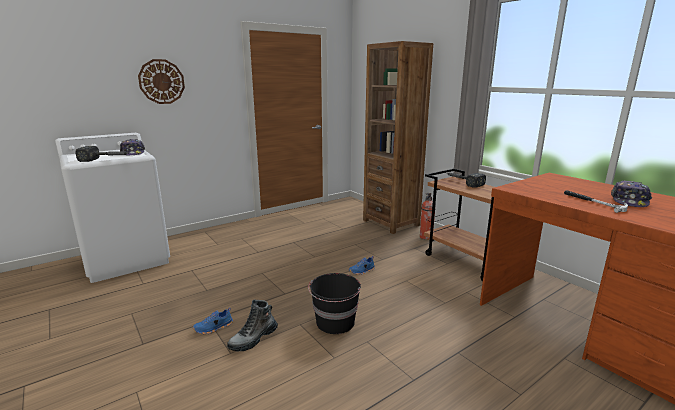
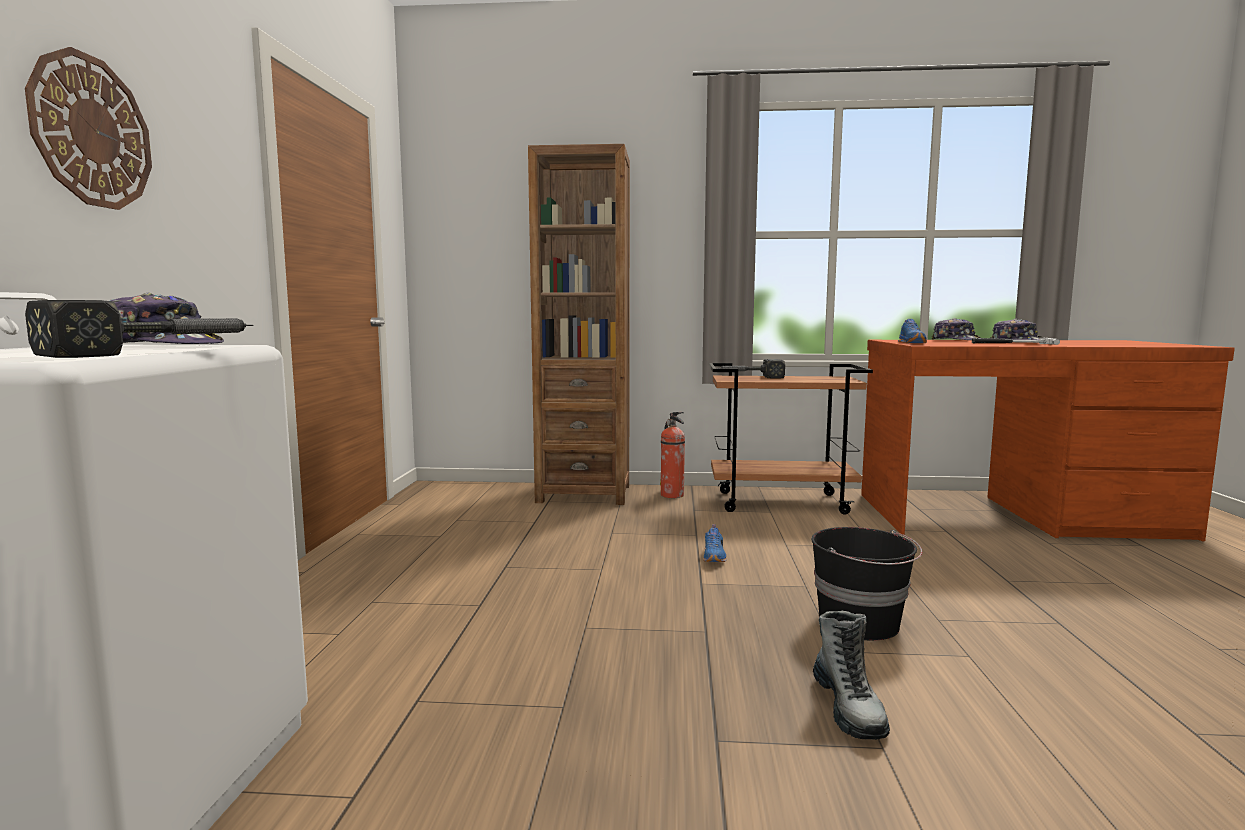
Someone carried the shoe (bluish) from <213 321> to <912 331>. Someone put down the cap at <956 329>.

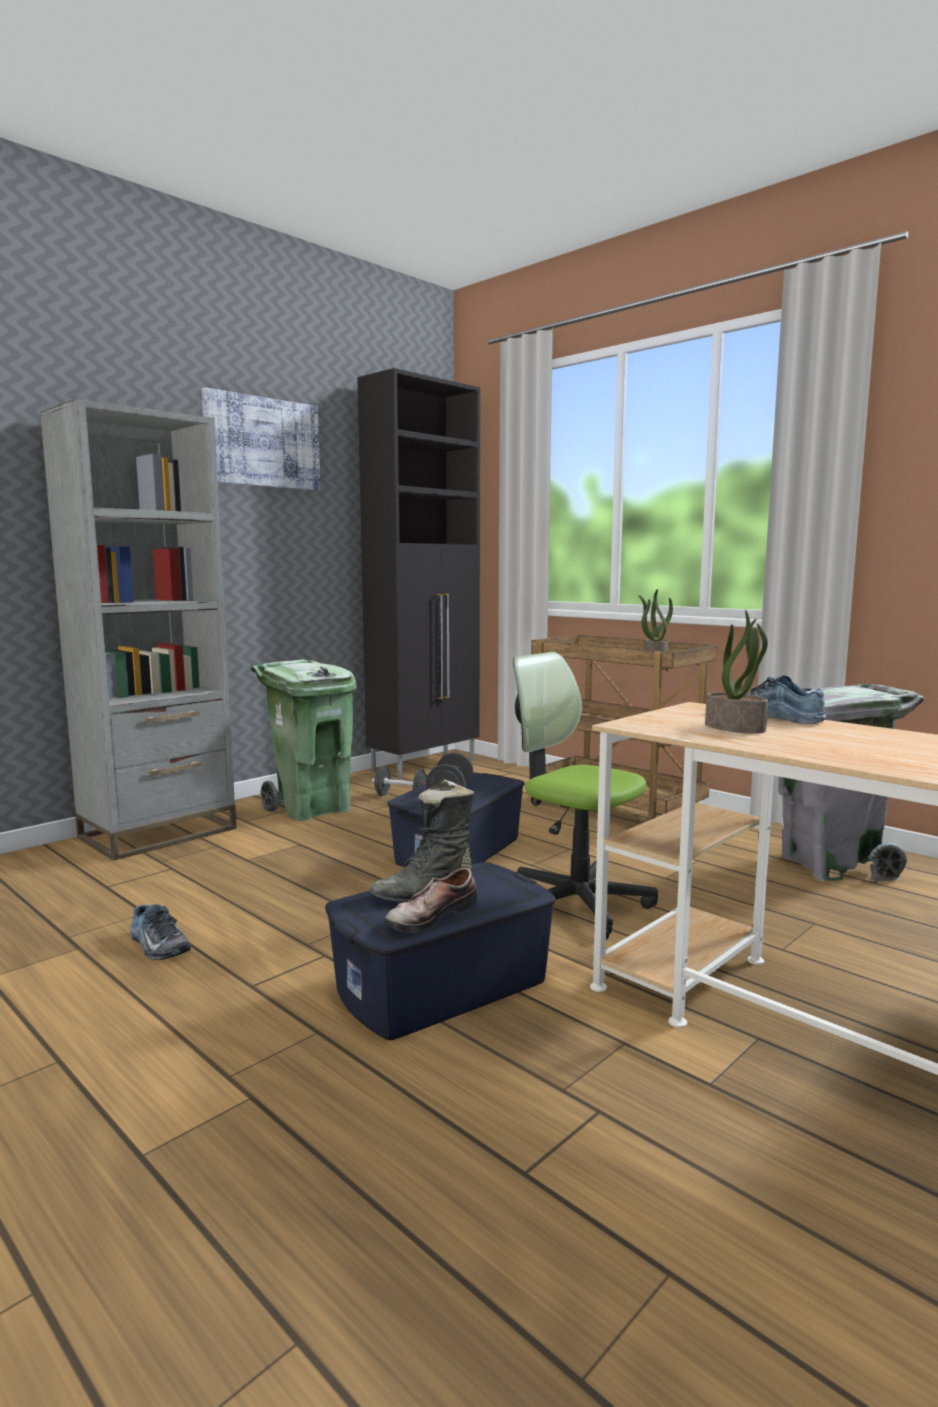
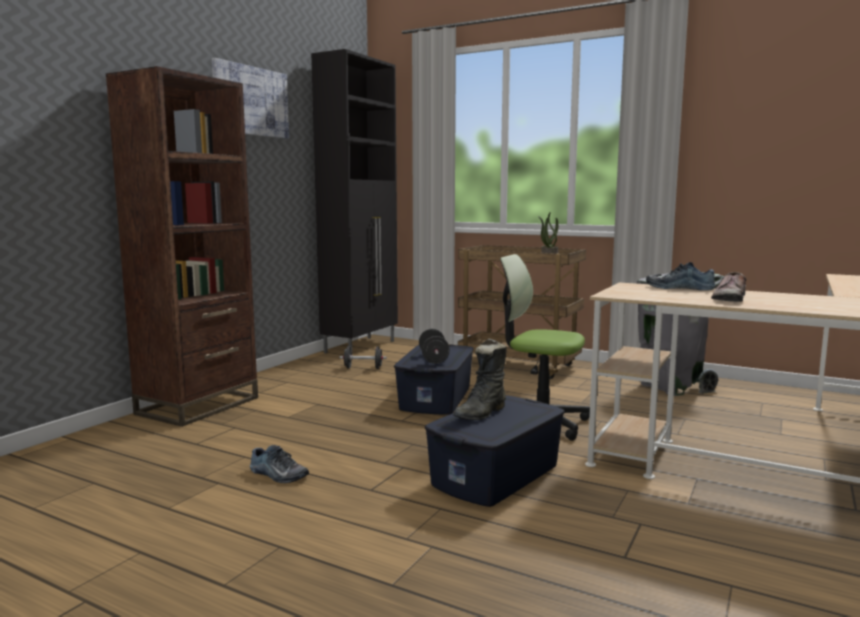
Someone repainted the shelving unit (greyish) at <138 630>, which became the shelving unit (brown-coloured) at <182 246>. Someone carried the shoe from <431 900> to <728 287>. Someone took away the rubbish bin (green-coloured) at <304 740>. Someone took away the houseplant at <736 672>.

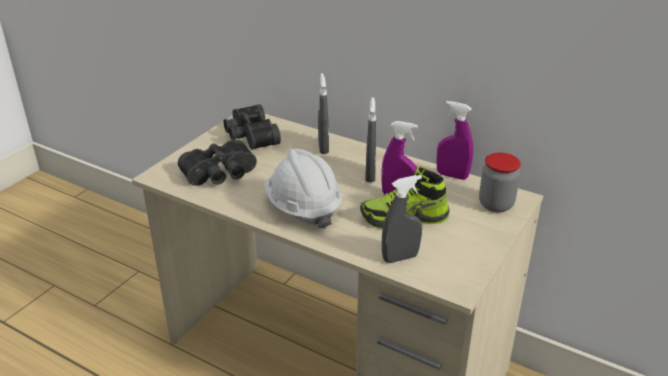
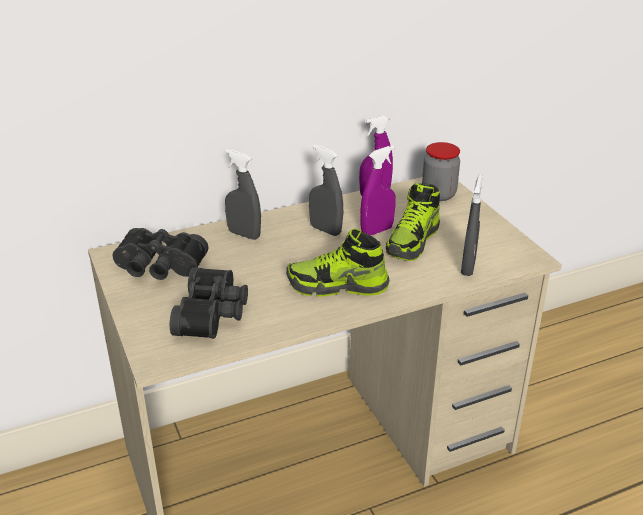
Someone swapped the hard hat (white-coloured) at <303 189> for the shoe at <337 263>.

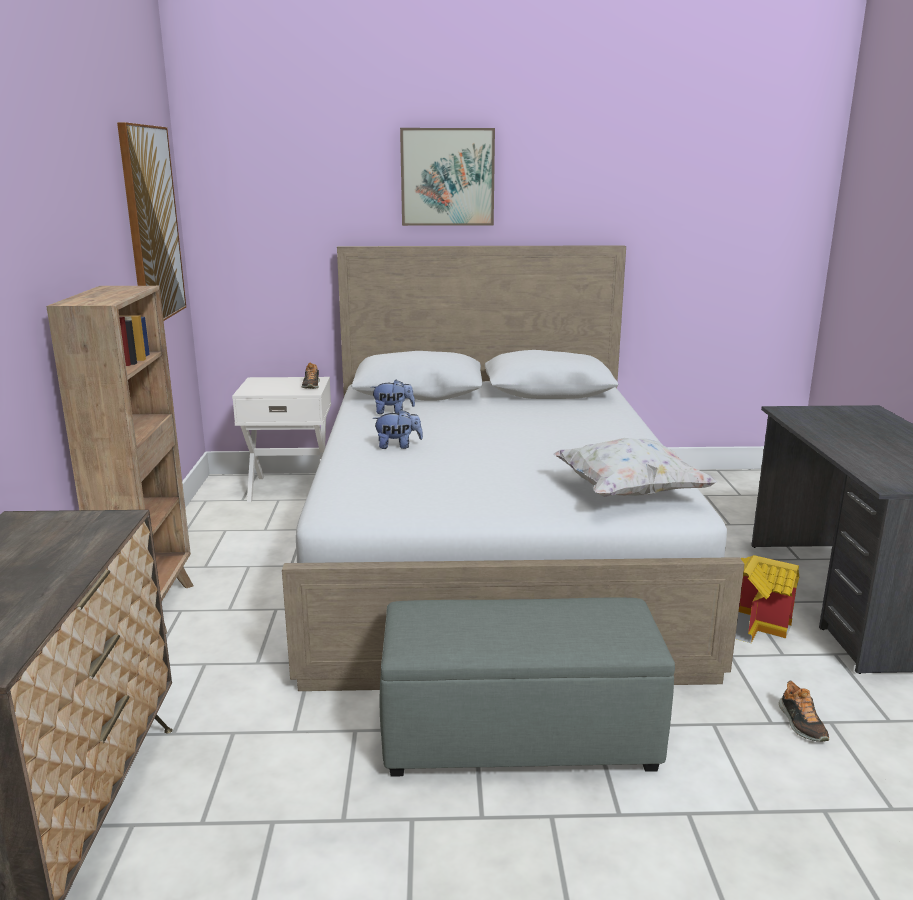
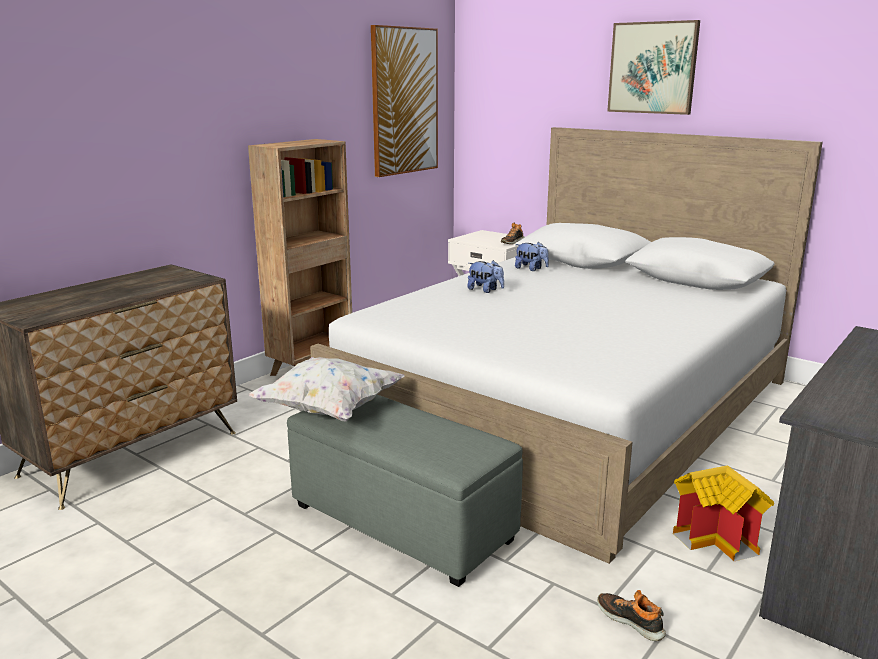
Someone carried the throw pillow (white-coloured) from <635 467> to <326 389>. Someone rotated the shoe at <804 711> by 105 degrees clockwise.

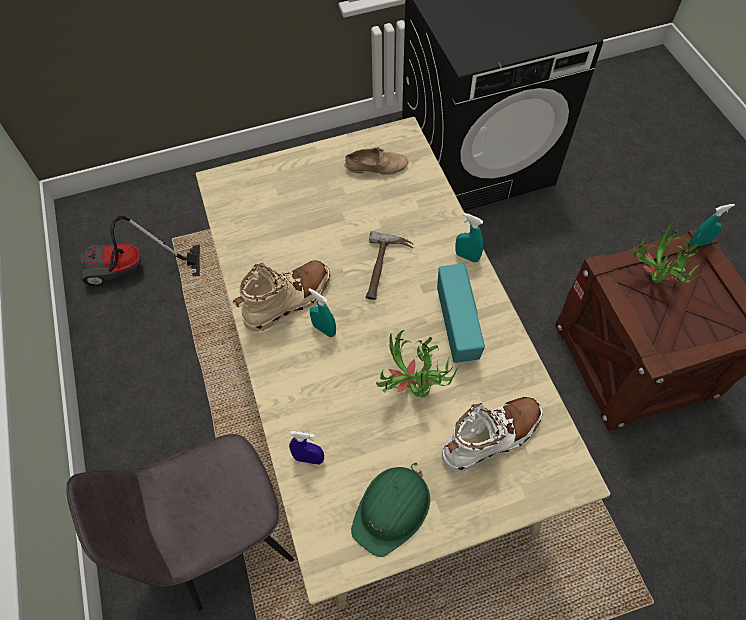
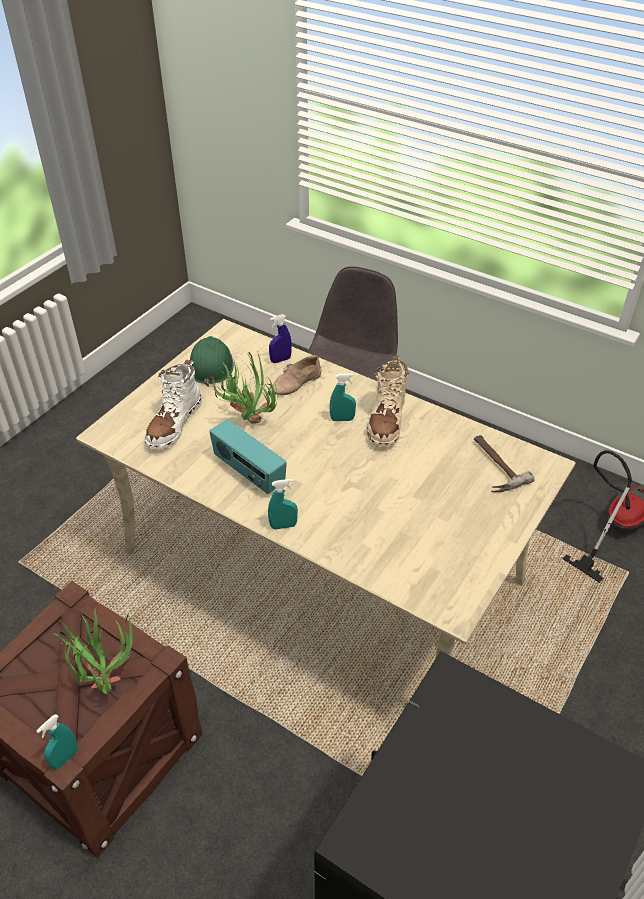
Someone carried the shoe (beige-coloured) from <376 161> to <297 375>. Someone carried the tool hammer from <389 265> to <504 463>.

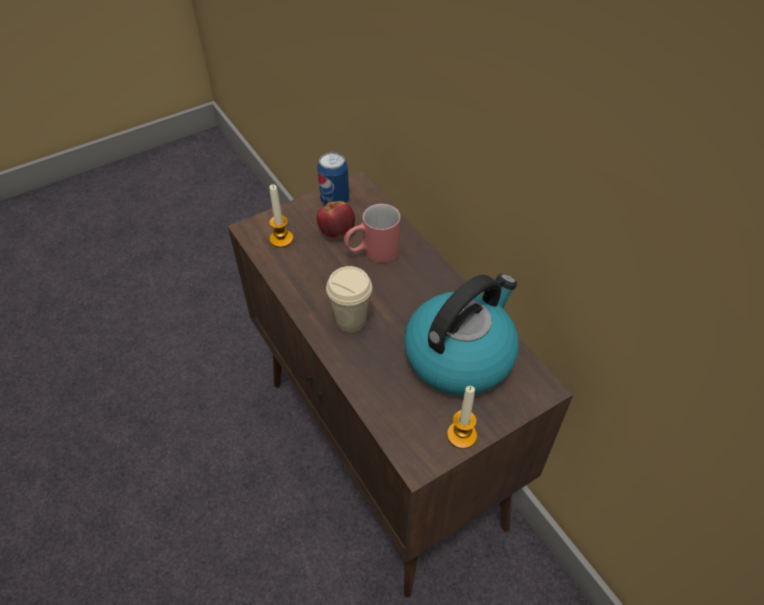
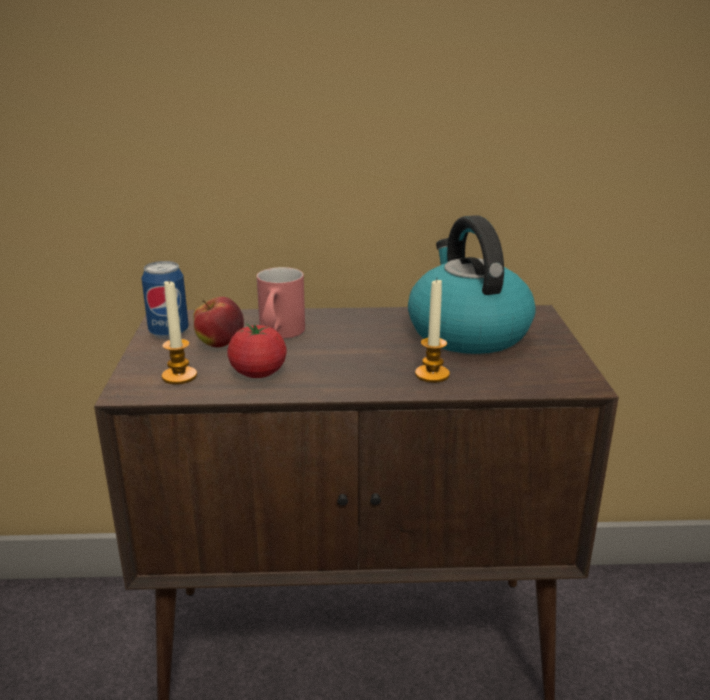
Someone put down the whole tomato at <257 351>. Someone carried the candle from <462 417> to <432 331>. Someone took away the cup (beige-coloured) at <349 299>.

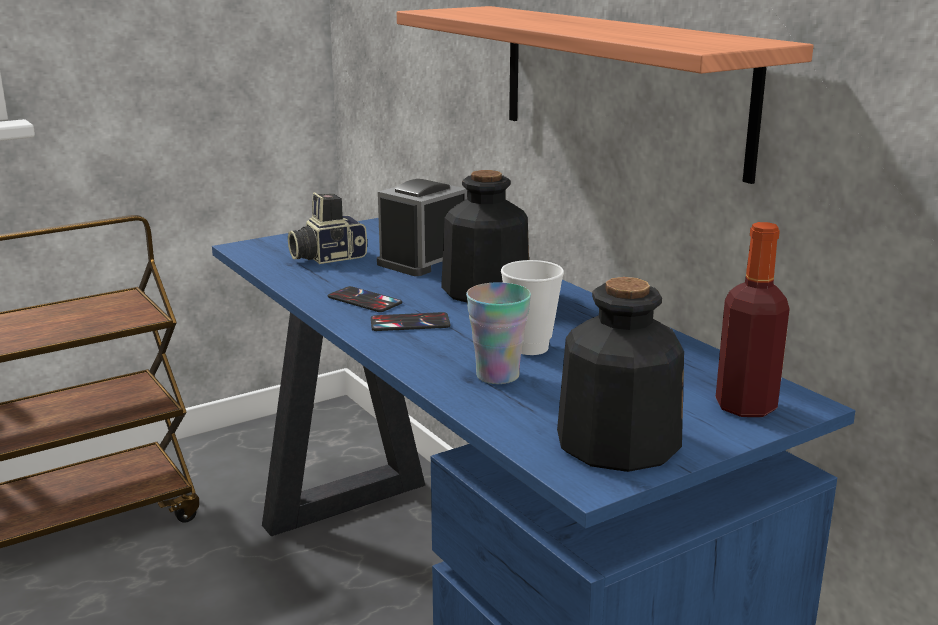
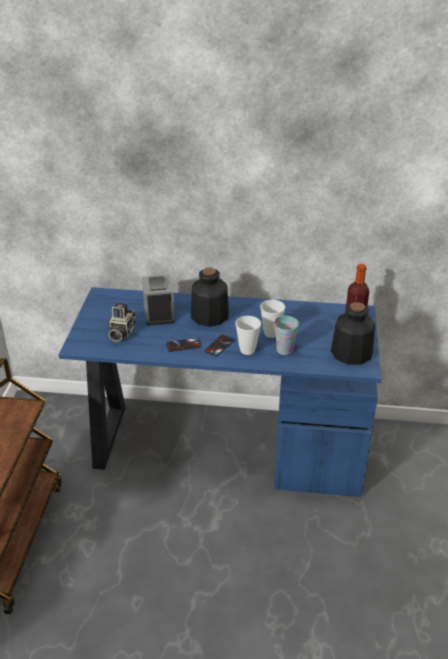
Someone put down the cup at <248 335>. Someone took away the wall shelf at <605 95>.

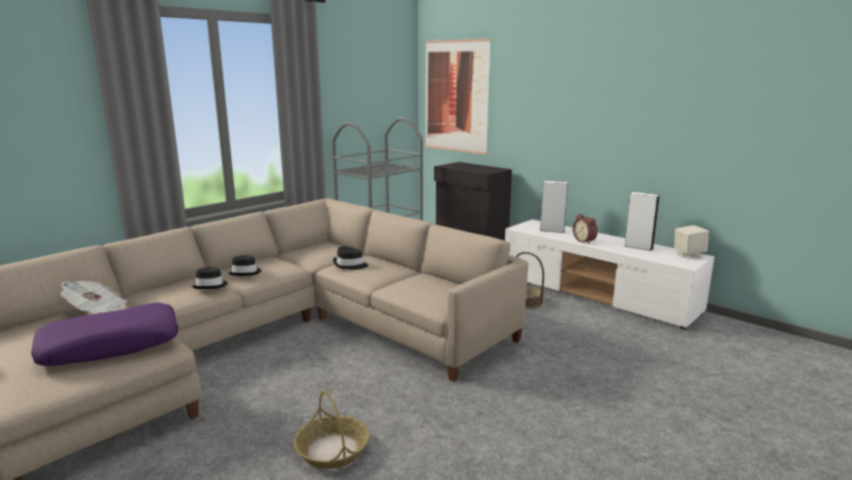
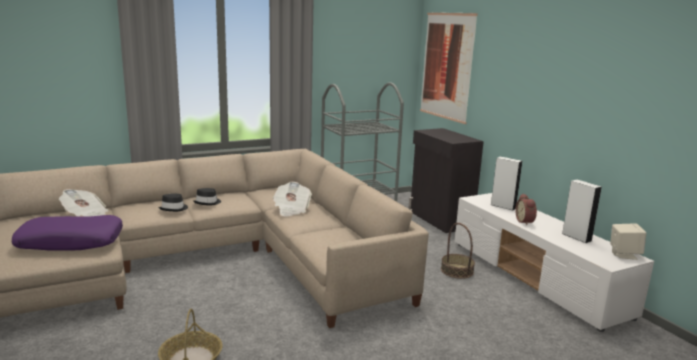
Someone swapped the wearable hat (blackish) at <350 258> for the printed paper at <292 199>.

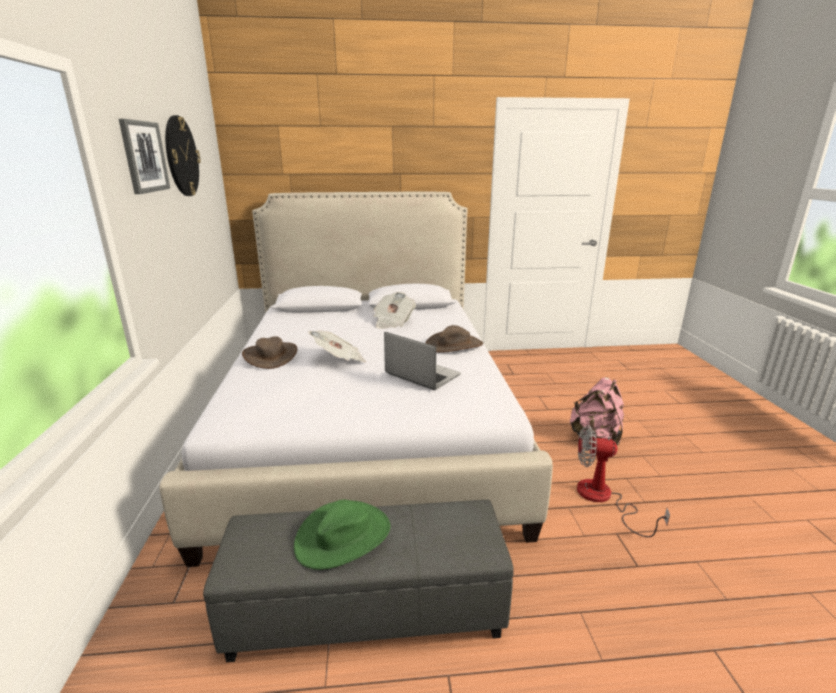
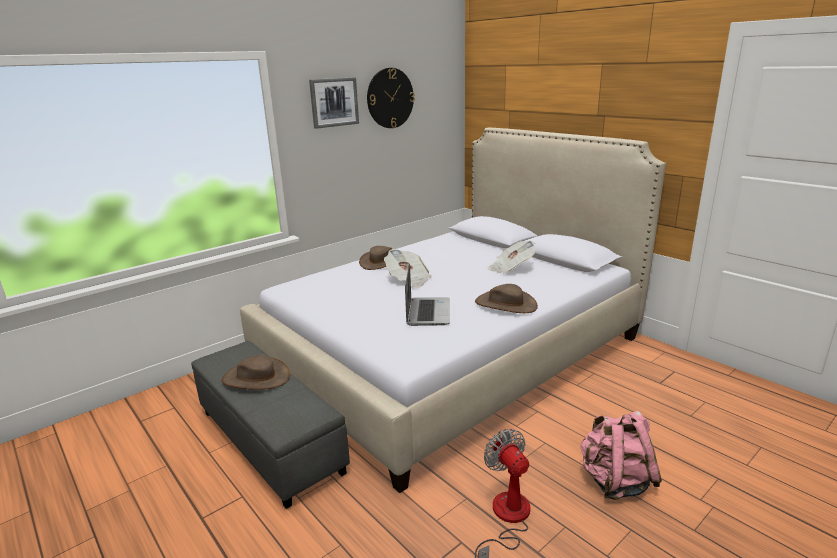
Someone repainted the wearable hat (green-coloured) at <342 535>, which became the wearable hat (brown-coloured) at <256 372>.

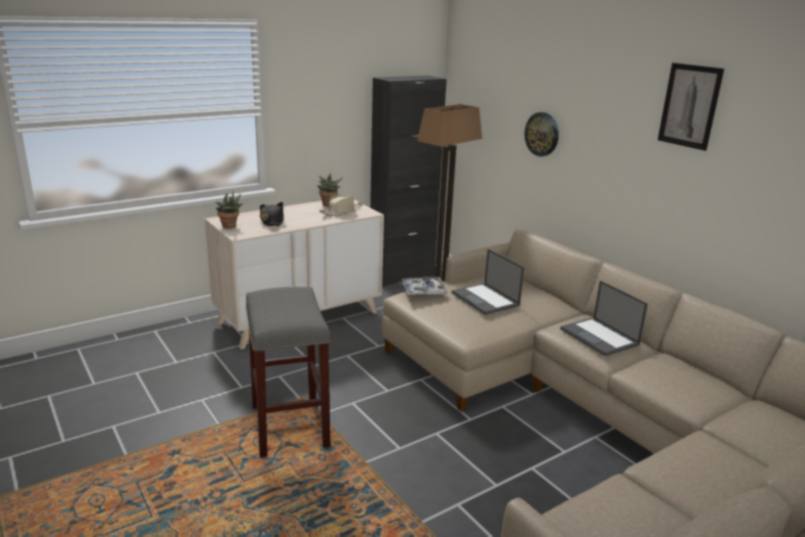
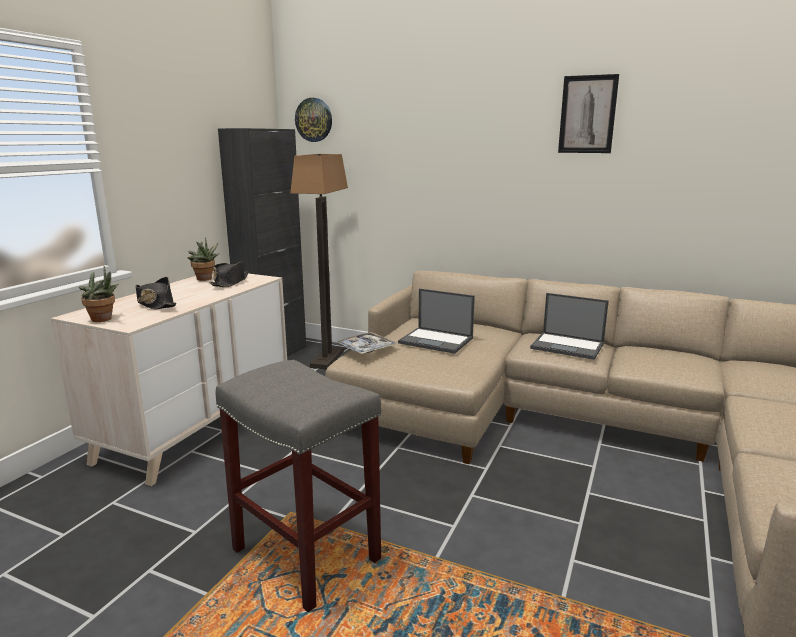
Someone repainted the wearable hat (beige-coloured) at <341 205>, which became the wearable hat (blackish) at <229 274>. Someone carried the hanging clock from <542 134> to <313 120>.

